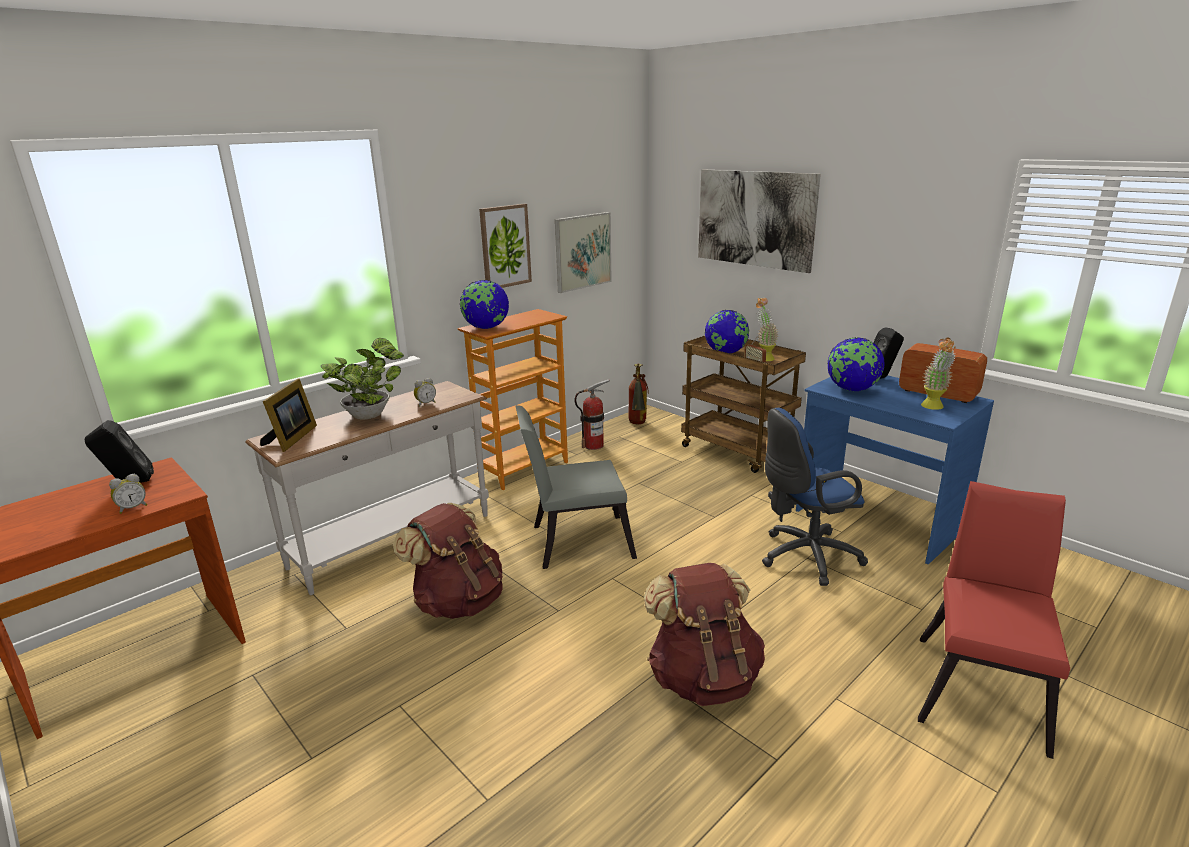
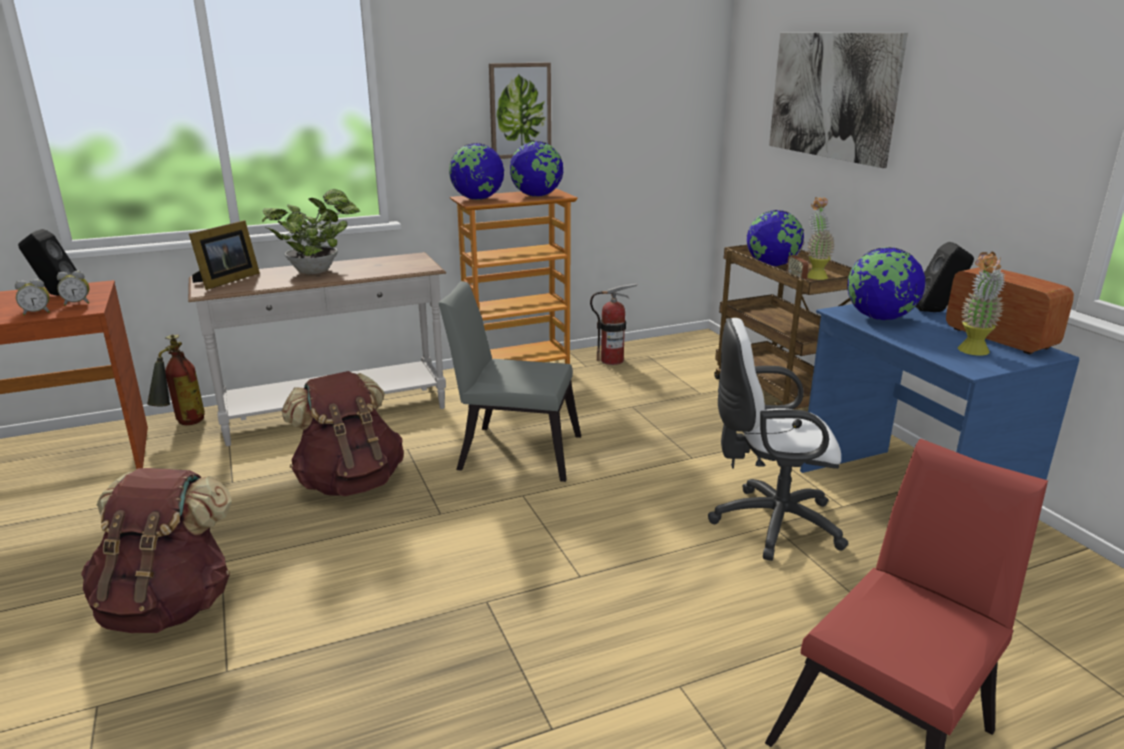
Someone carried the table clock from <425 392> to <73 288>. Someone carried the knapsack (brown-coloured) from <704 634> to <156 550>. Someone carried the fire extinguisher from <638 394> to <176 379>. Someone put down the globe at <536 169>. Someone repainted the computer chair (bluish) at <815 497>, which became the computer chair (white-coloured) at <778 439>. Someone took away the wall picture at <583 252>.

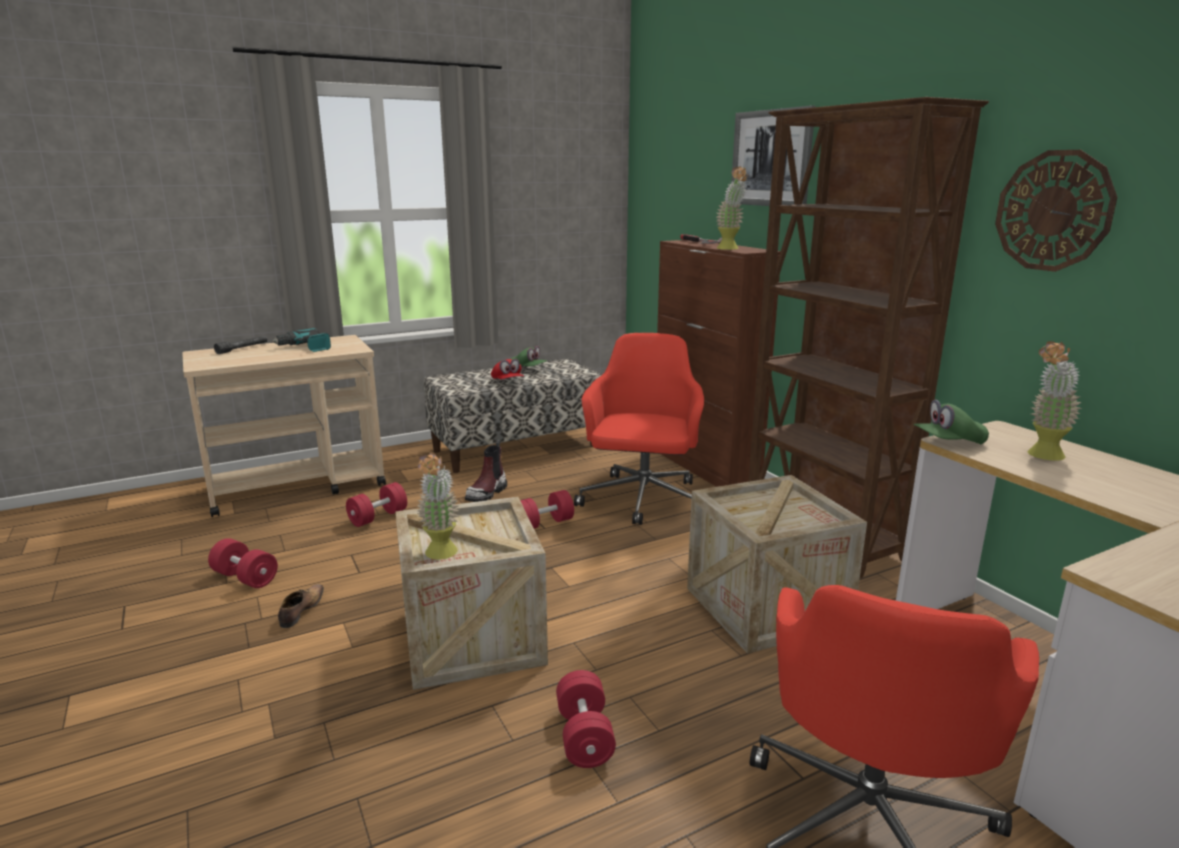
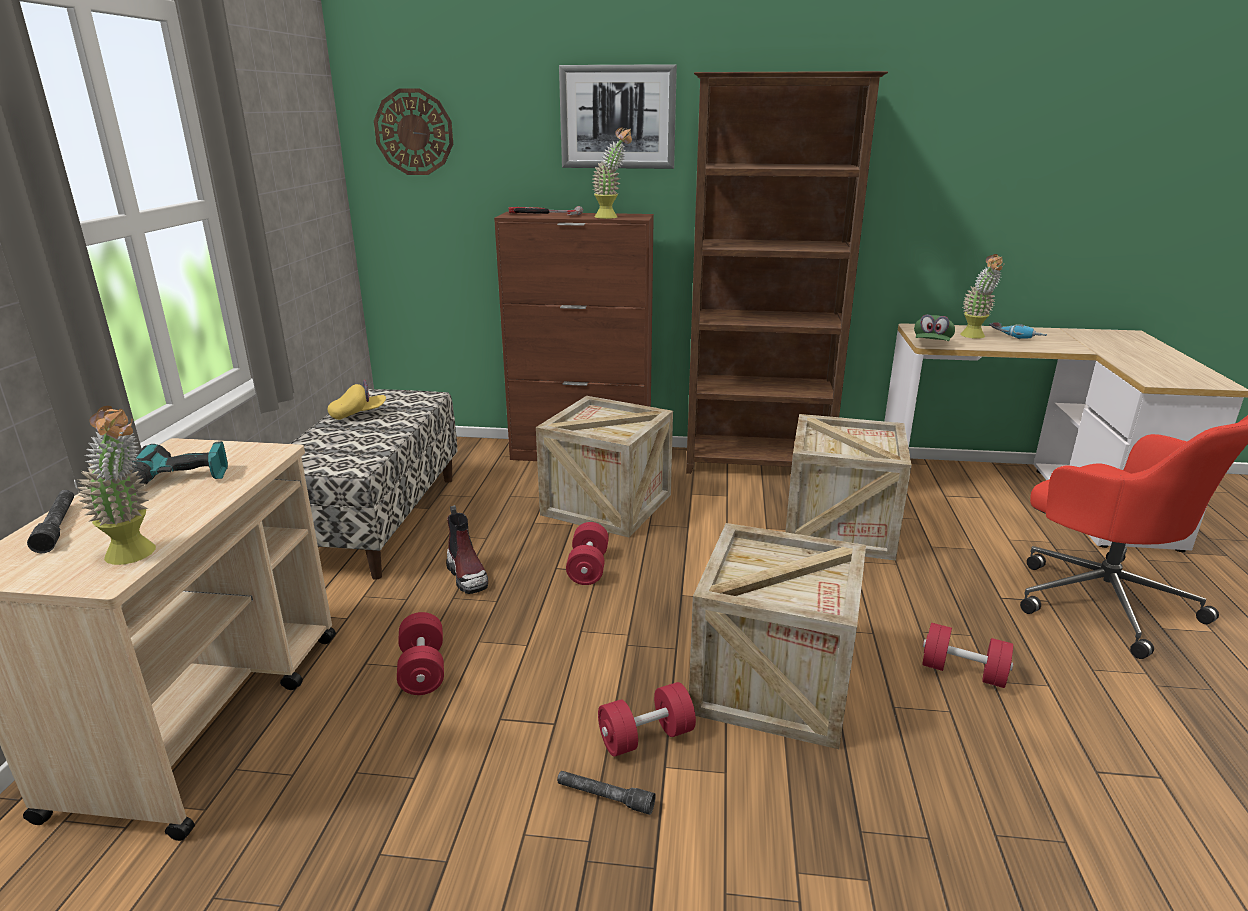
Someone carried the houseplant from <438 506> to <116 485>. Someone repainted the cap (green-coloured) at <529 356>, which became the cap (yellowish) at <357 400>. Someone carried the hanging clock from <1056 211> to <413 131>. Someone swapped the computer chair (red) at <639 429> for the crate at <604 467>. Someone swapped the shoe at <301 606> for the hand torch (greyish) at <606 793>. Someone carried the hand weight (red) from <243 563> to <647 719>. Someone put down the electric drill at <1018 330>. Someone took away the cap (red) at <507 369>.

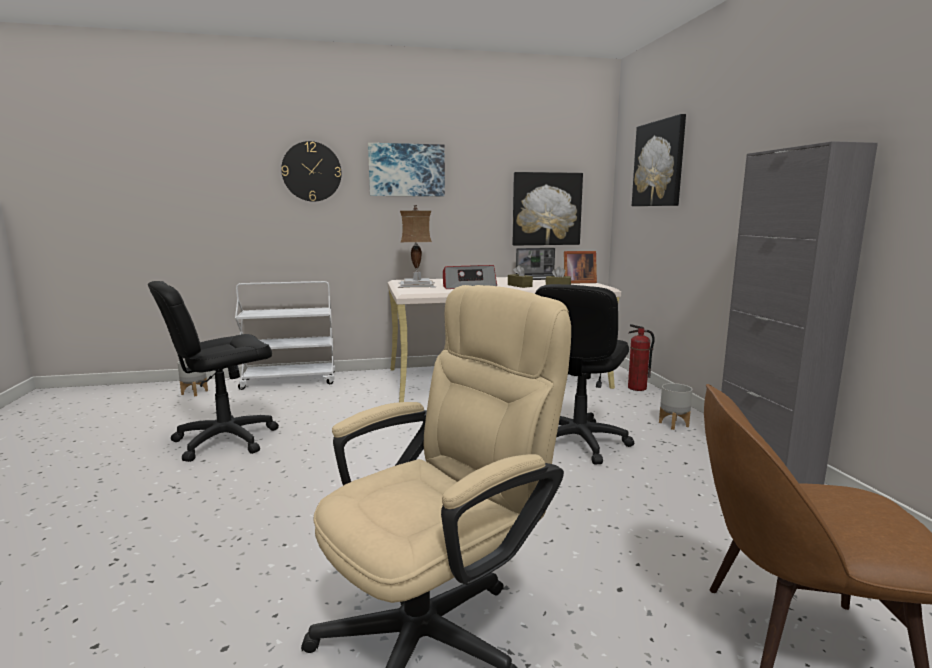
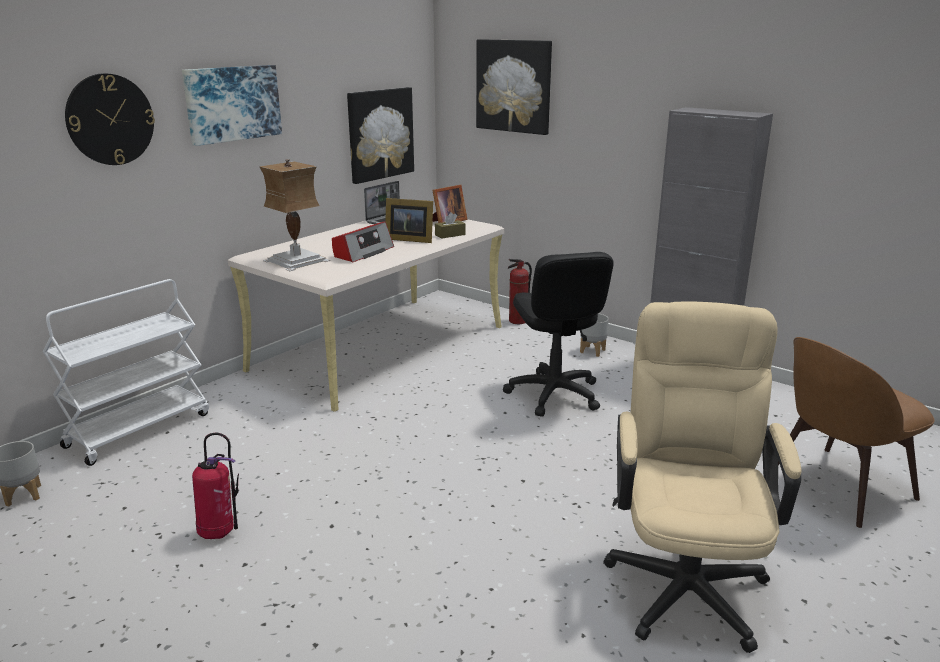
Someone swapped the computer chair (blackish) at <213 371> for the fire extinguisher at <215 486>. Someone swapped the box of tissues (brown-coloured) at <520 276> for the picture frame at <409 220>.

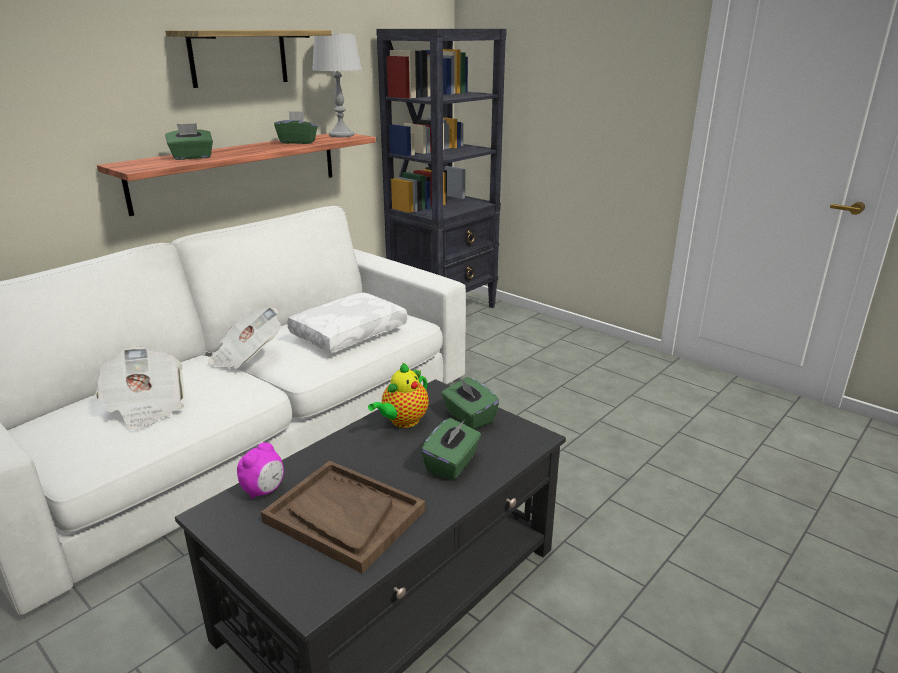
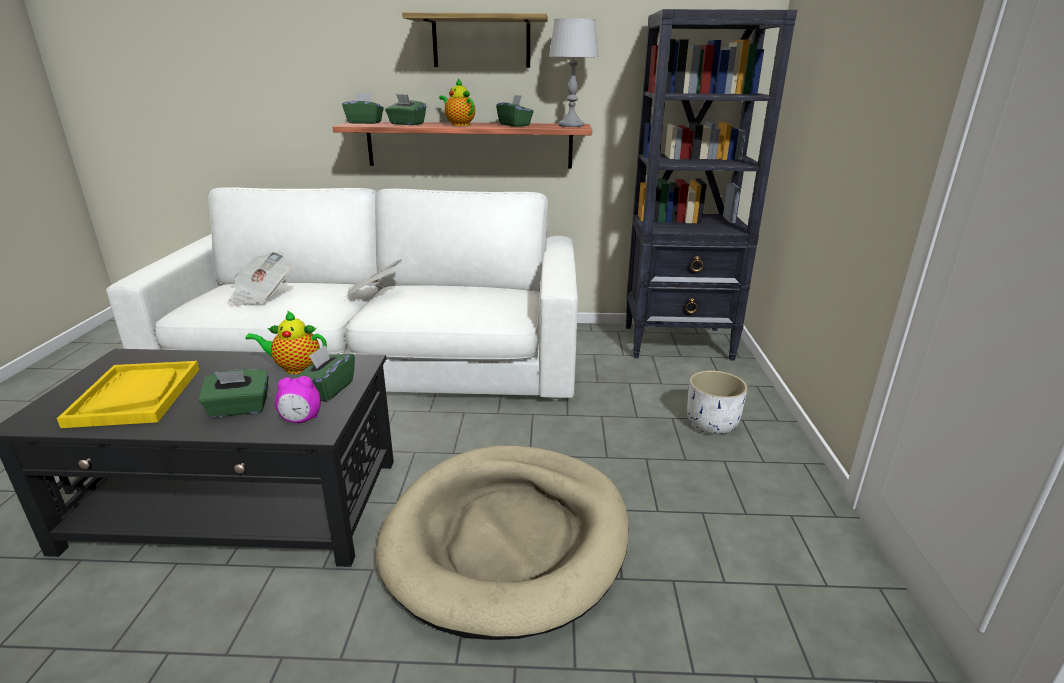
Someone repainted the carrying tray (brown-coloured) at <343 517>, which became the carrying tray (yellowish) at <128 394>. Someone carried the table clock from <260 470> to <298 399>. Someone put down the box of tissues (green-coloured) at <363 108>. Someone put down the pet bed (beige-coloured) at <502 543>. Someone put down the teapot at <457 102>. Someone put down the flower pot (white-coloured) at <717 402>. Someone took away the throw pillow (white-coloured) at <347 322>.

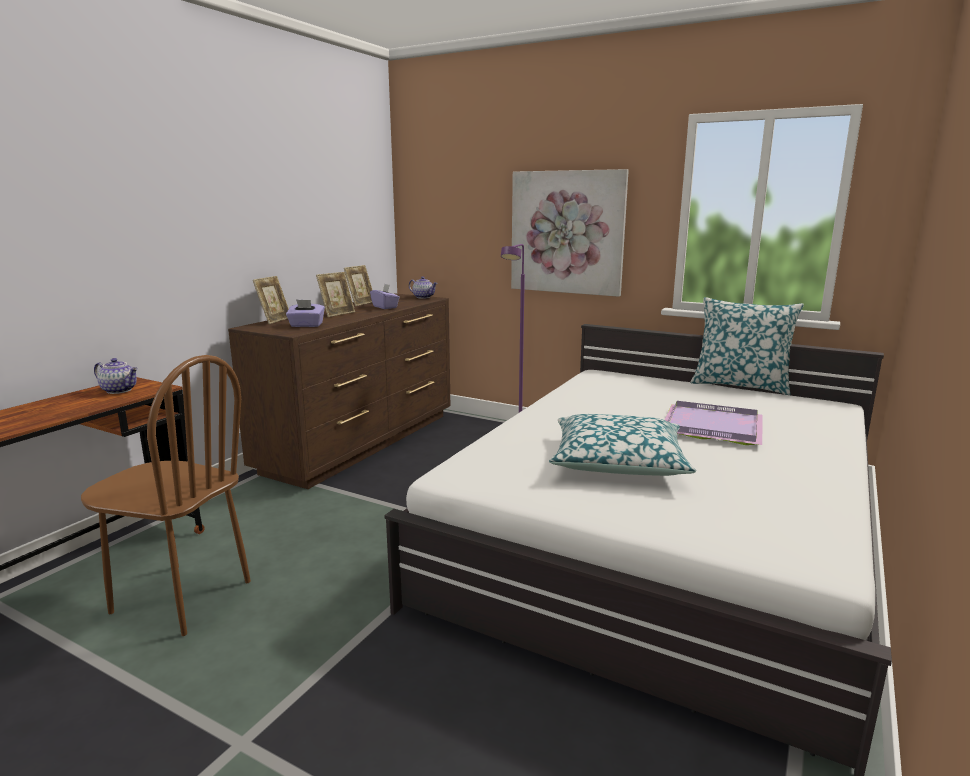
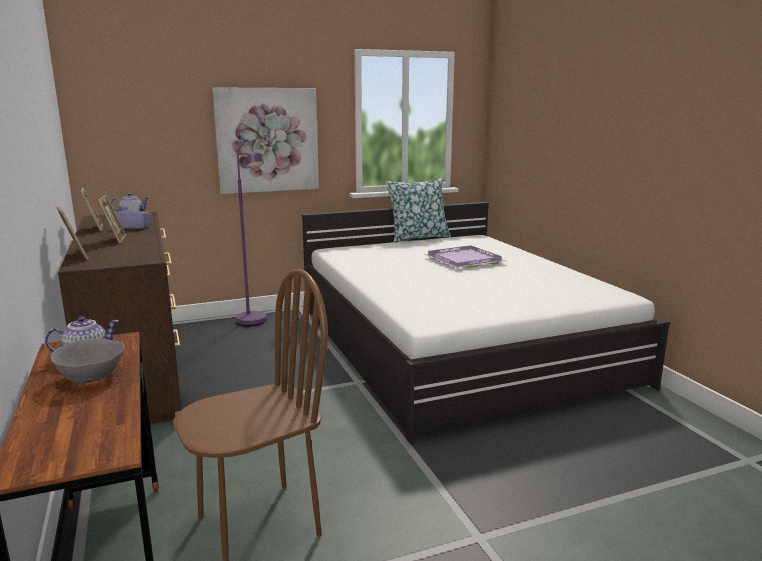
Someone put down the serving bowl (greyish) at <87 360>. Someone took away the box of tissues (purplish) at <305 313>. Someone took away the throw pillow at <622 445>.

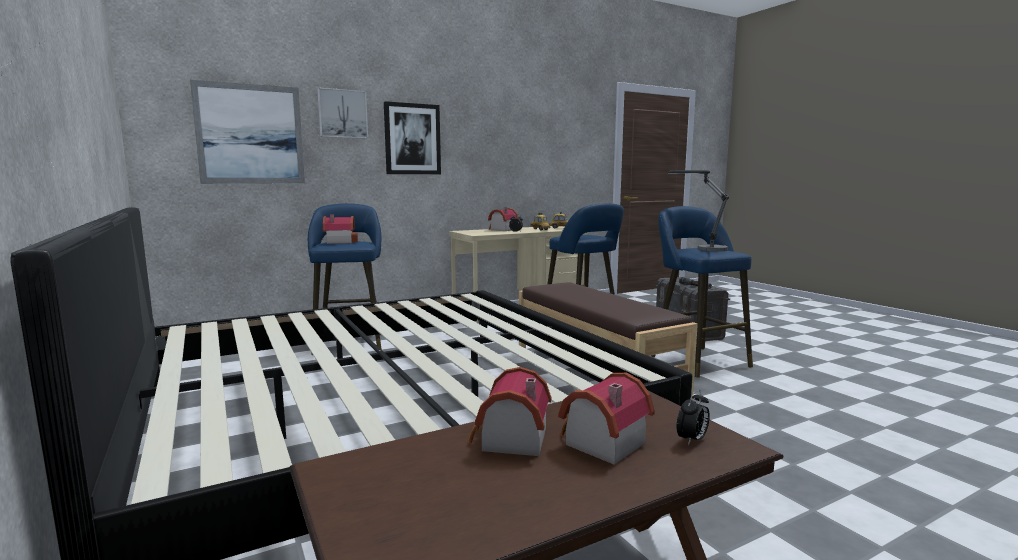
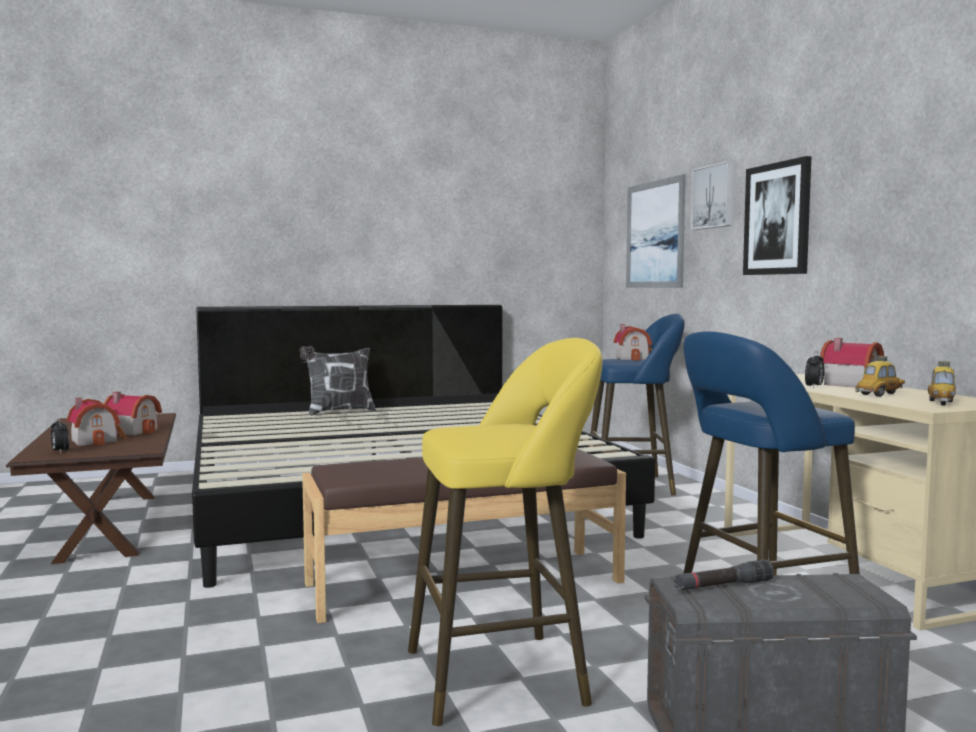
Someone put down the throw pillow at <338 381>. Someone repainted the sitting stool (bluish) at <702 291>, which became the sitting stool (yellowish) at <505 532>. Someone took away the tabletop lamp at <698 210>.

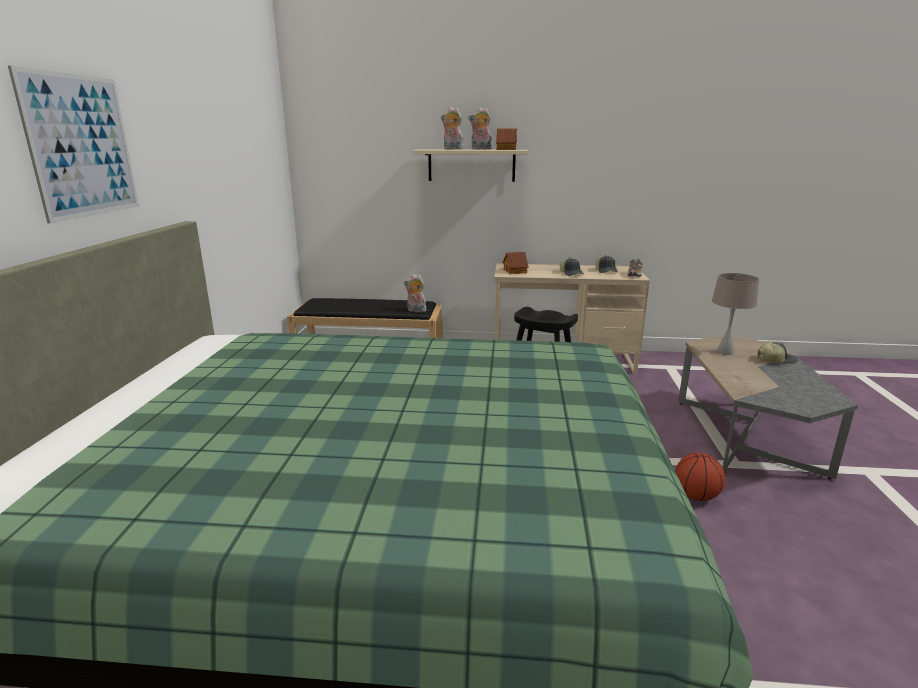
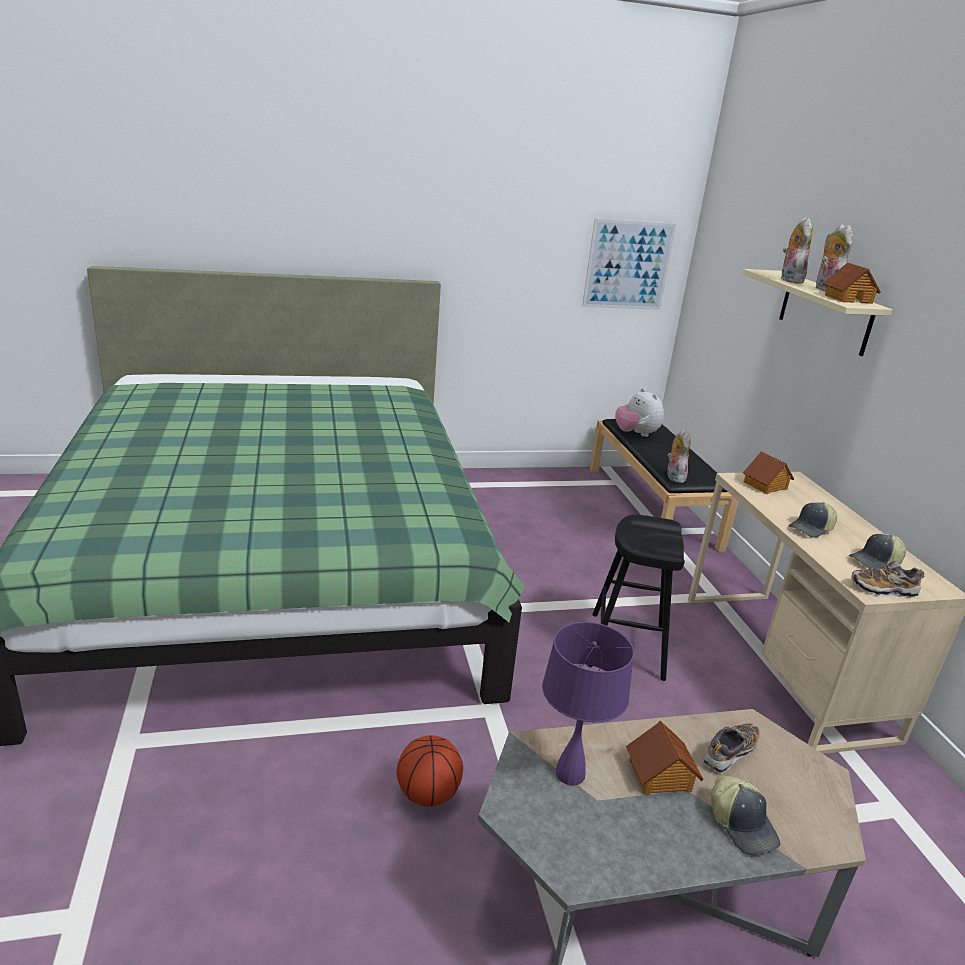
Someone put down the tabletop lamp (purplish) at <588 704>. Someone carried the wall picture from <73 144> to <629 264>. Someone put down the plush toy at <639 412>. Someone put down the toy house at <665 757>. Someone swapped the tabletop lamp (beige-coloured) at <735 314> for the shoe at <731 748>.

